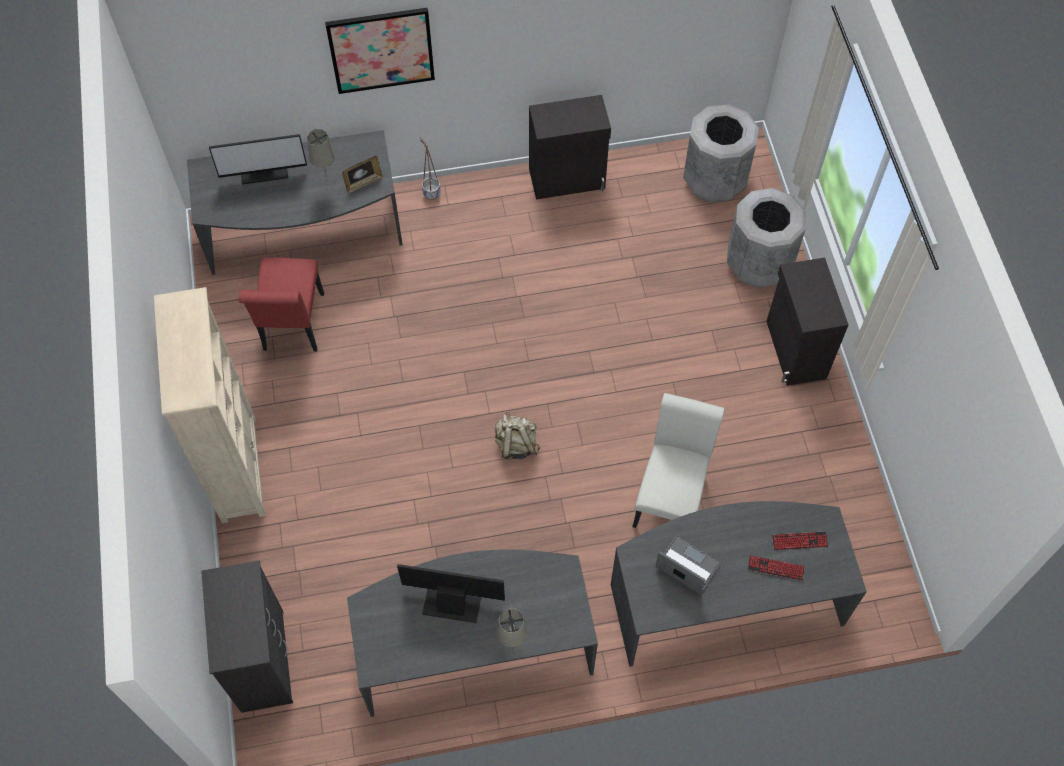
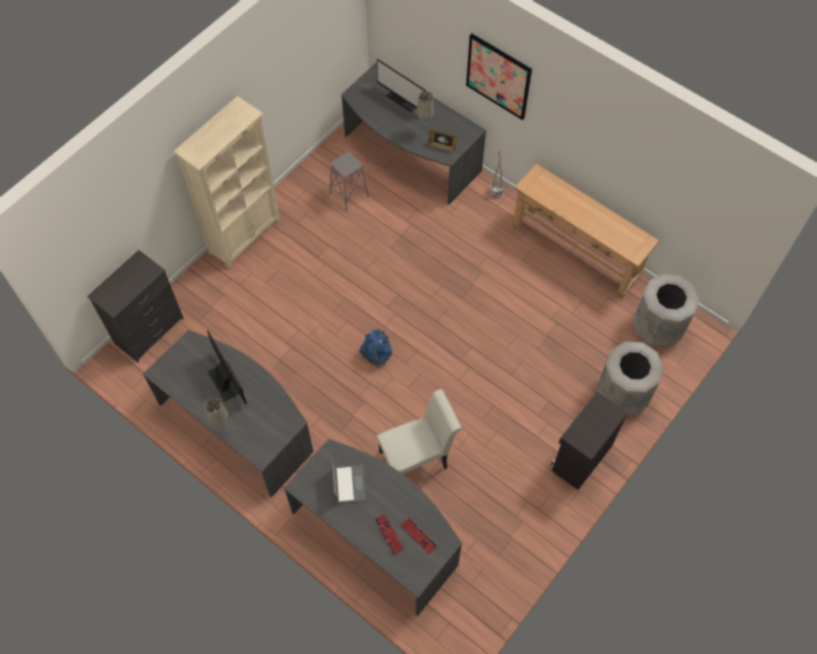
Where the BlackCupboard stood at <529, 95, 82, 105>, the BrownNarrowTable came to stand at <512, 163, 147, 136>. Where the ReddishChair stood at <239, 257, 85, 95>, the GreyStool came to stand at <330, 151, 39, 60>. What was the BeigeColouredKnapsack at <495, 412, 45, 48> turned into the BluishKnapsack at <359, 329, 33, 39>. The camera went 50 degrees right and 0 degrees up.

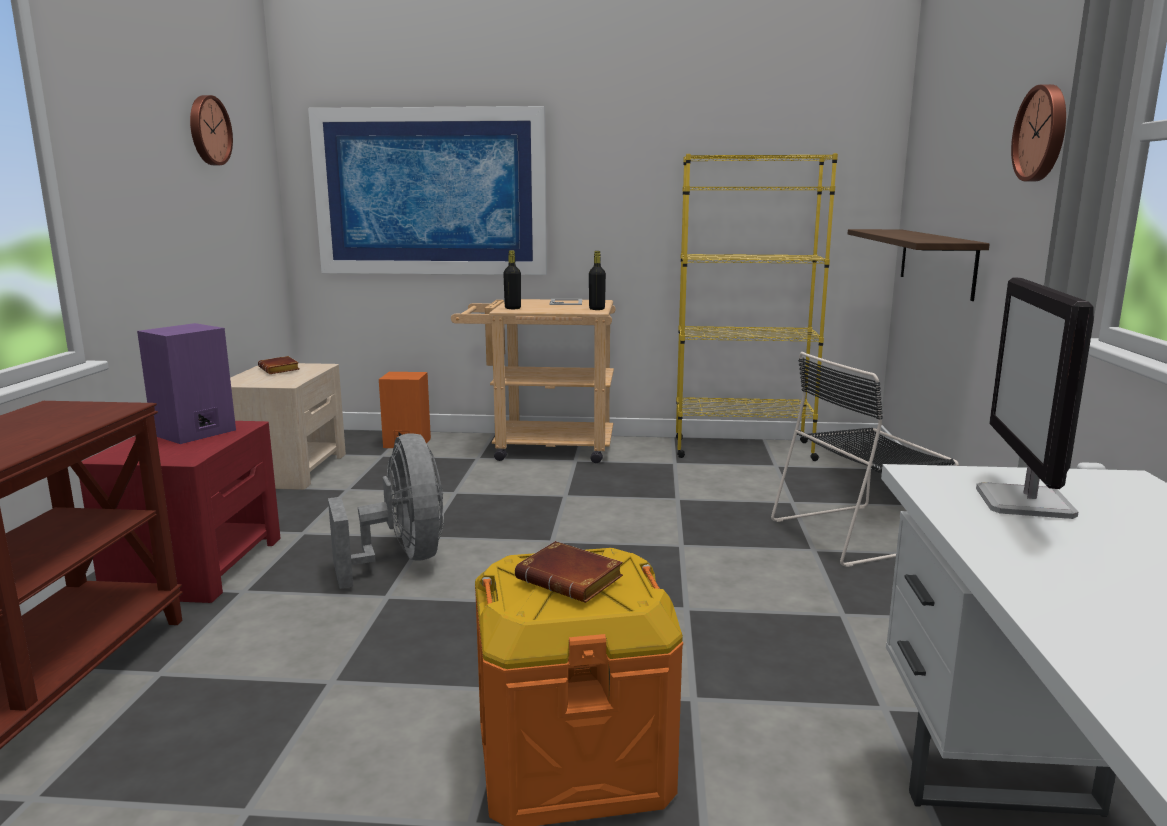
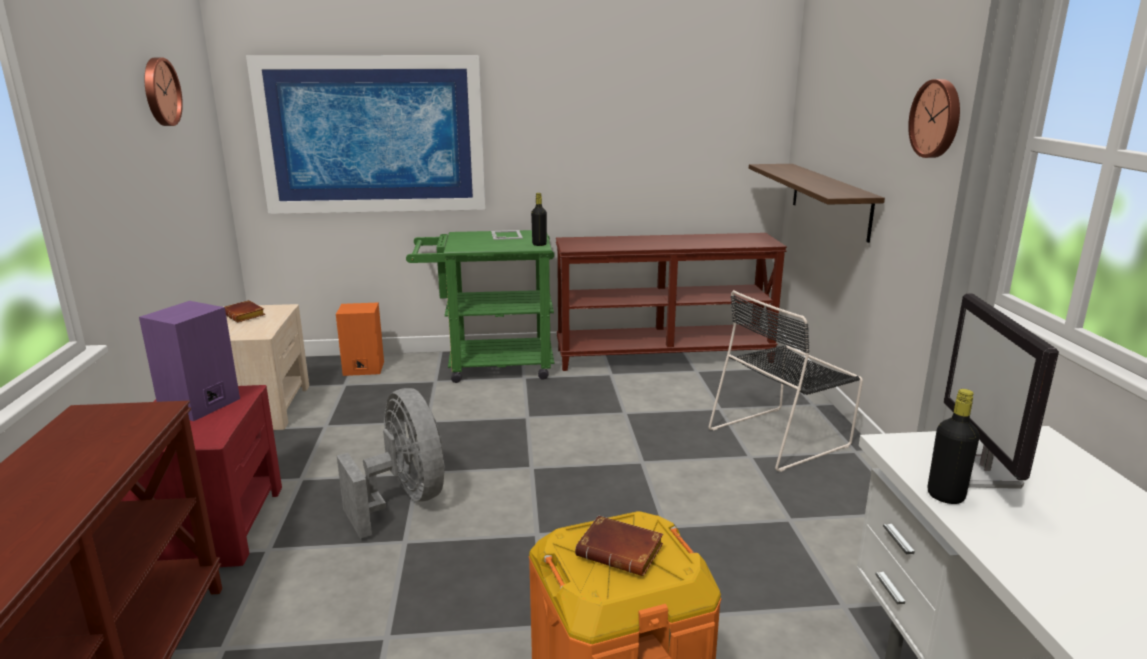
Where the YellowishShelvingUnit stood at <676, 153, 162, 308>, the BrownNarrowTable came to stand at <556, 233, 231, 138>. The BlackBeverageBottle ended up elsewhere, having gone from <503, 250, 18, 59> to <928, 389, 52, 115>. What was the BeigeColouredTrolley at <451, 299, 165, 164> turned into the GreenishTrolley at <406, 230, 148, 153>. The camera went 10 degrees left and 5 degrees up.

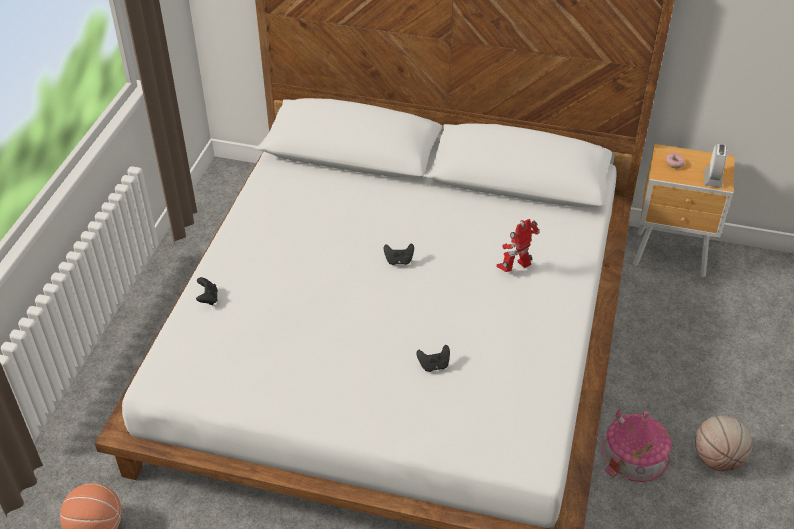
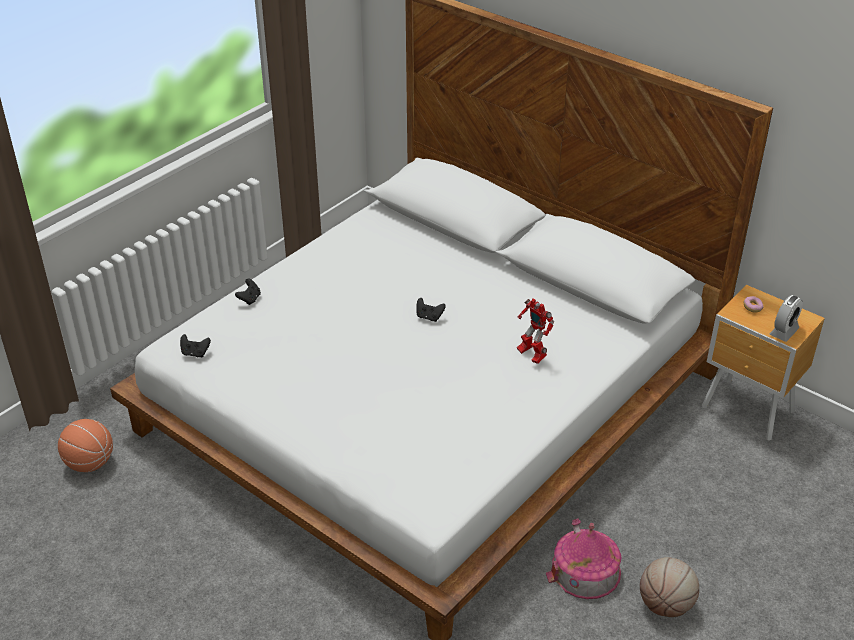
The ToyRobot at <496, 219, 44, 53> ended up facing another way, 120 degrees counterclockwise from before. The BlackGamepad ended up elsewhere, having gone from <416, 345, 34, 27> to <180, 334, 31, 24>. The camera went 25 degrees right and 5 degrees down.

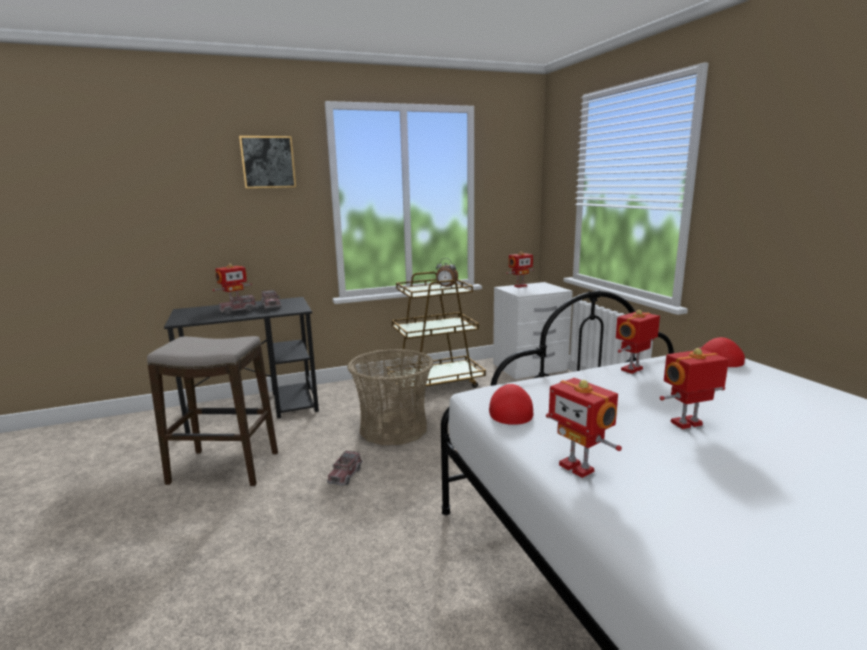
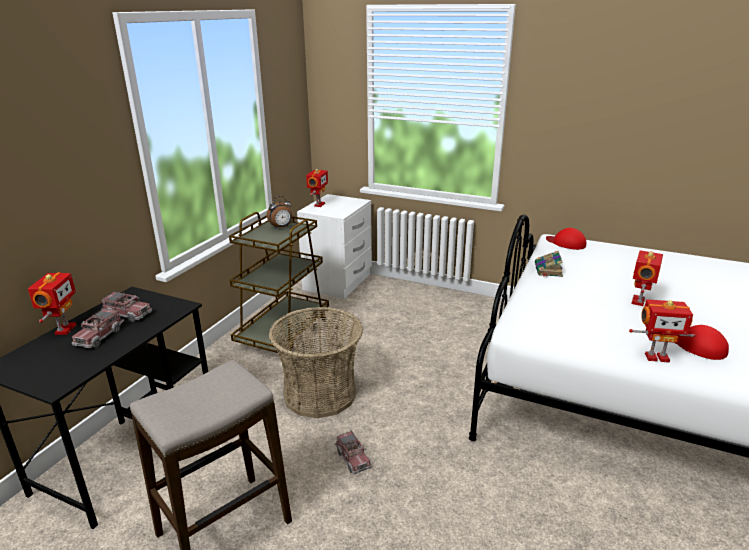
The second view lost the WallPicture at <239, 136, 57, 53>. Where the ToyRobot stood at <616, 310, 44, 64>, the BoundBook came to stand at <535, 251, 28, 26>. The ReddishPeakedCap ended up elsewhere, having gone from <489, 384, 44, 41> to <673, 325, 56, 35>. The camera went 45 degrees left and 10 degrees up.

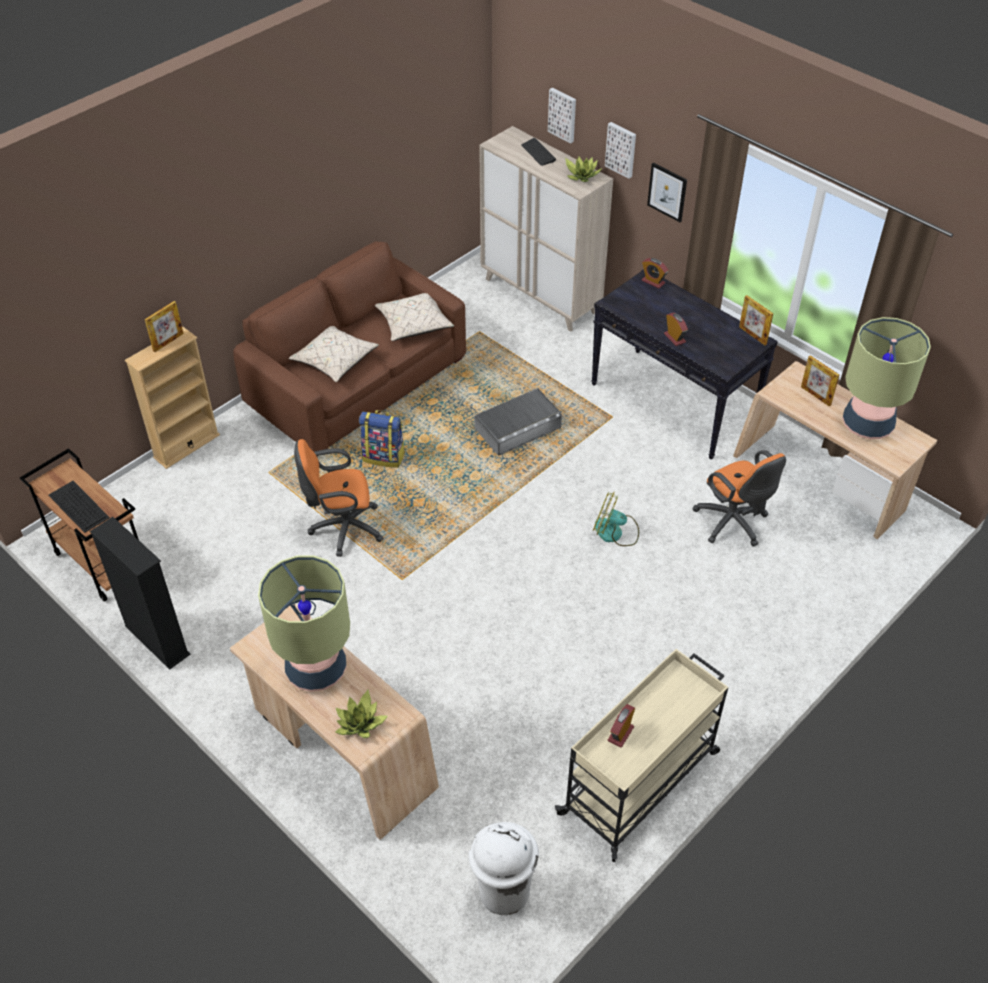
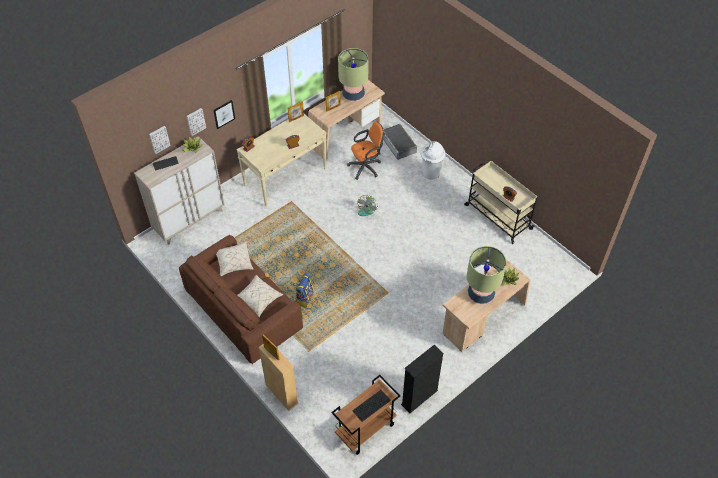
What was the BlackNarrowTable at <592, 269, 186, 191> turned into the BeigeColouredNarrowTable at <236, 114, 91, 92>. The GreyStorageContainer ended up elsewhere, having gone from <474, 388, 88, 67> to <383, 124, 34, 36>. The second view lost the OrangeOfficeChair at <294, 439, 89, 118>. The WhitishTrashCan ended up elsewhere, having gone from <469, 822, 70, 93> to <421, 141, 25, 39>. The camera went 85 degrees left and 5 degrees up.

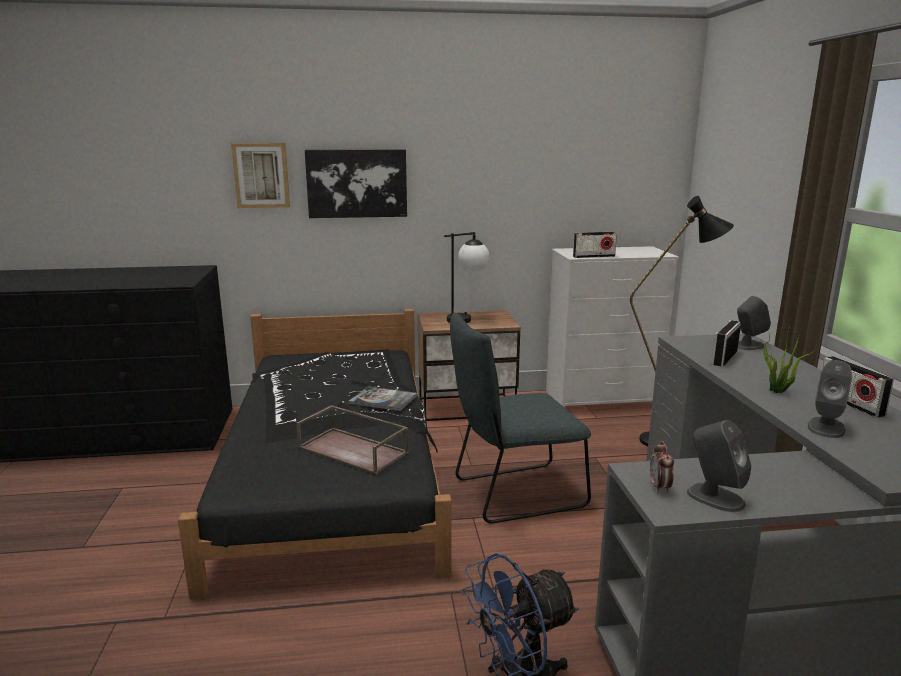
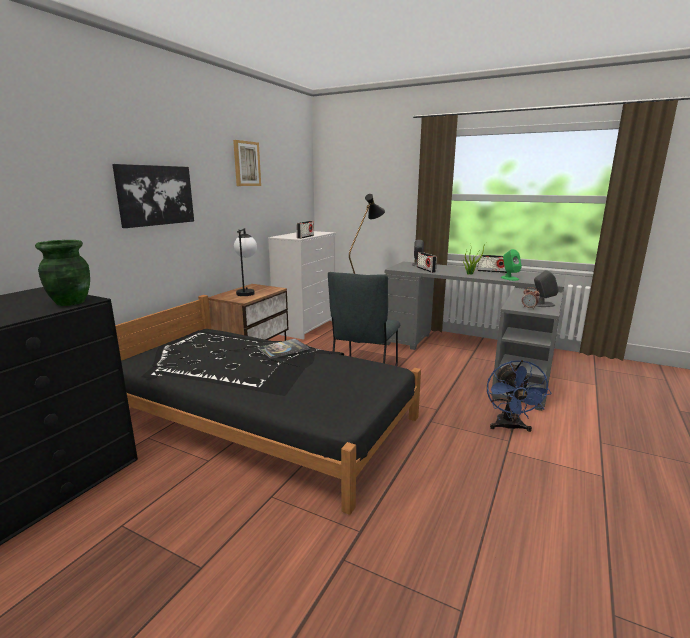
The WallPicture ended up elsewhere, having gone from <231, 143, 59, 65> to <233, 140, 28, 46>. What was the GreyAudioSpeaker at <808, 360, 44, 78> turned into the GreenishAudioSpeaker at <500, 249, 22, 32>. The second view lost the BrownServingTray at <296, 405, 113, 70>. The second view gained the GreenishFlowerVase at <35, 240, 55, 66>. The camera went 55 degrees left and 0 degrees up.

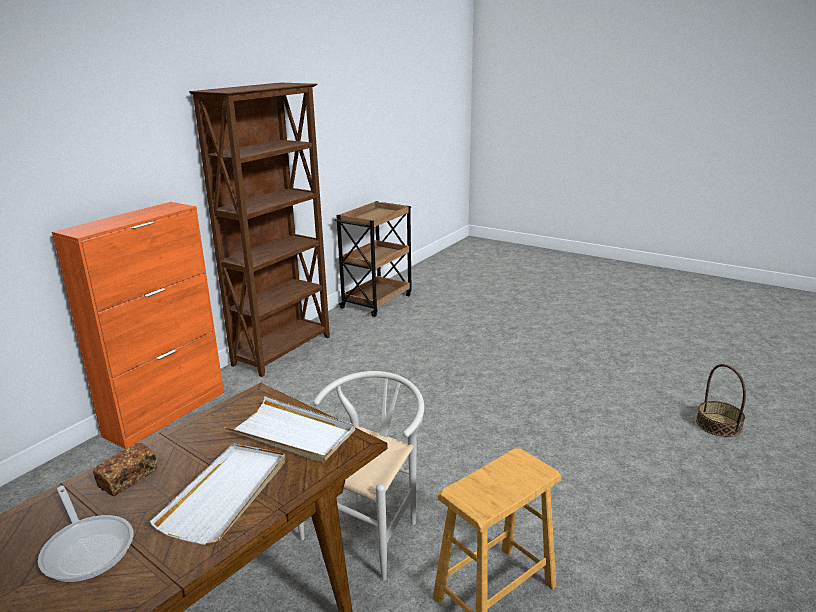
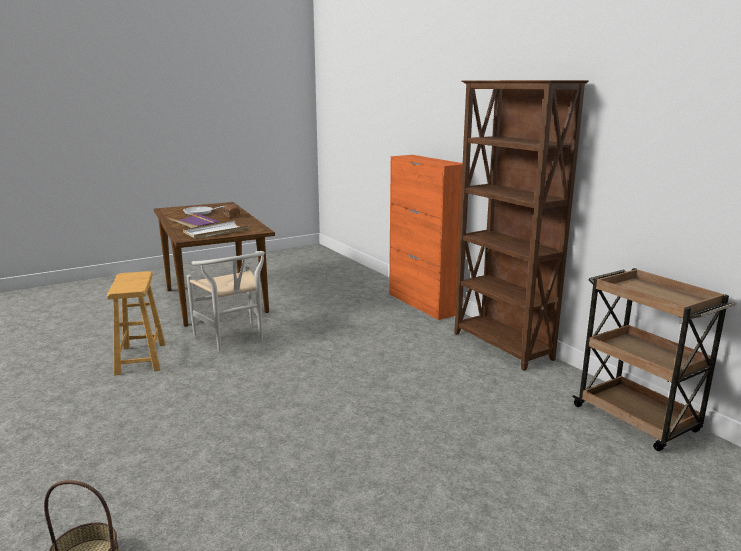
What was the WhitishServingTray at <150, 443, 136, 102> turned into the PurpleServingTray at <167, 212, 54, 16>. The camera went 115 degrees right and 5 degrees down.

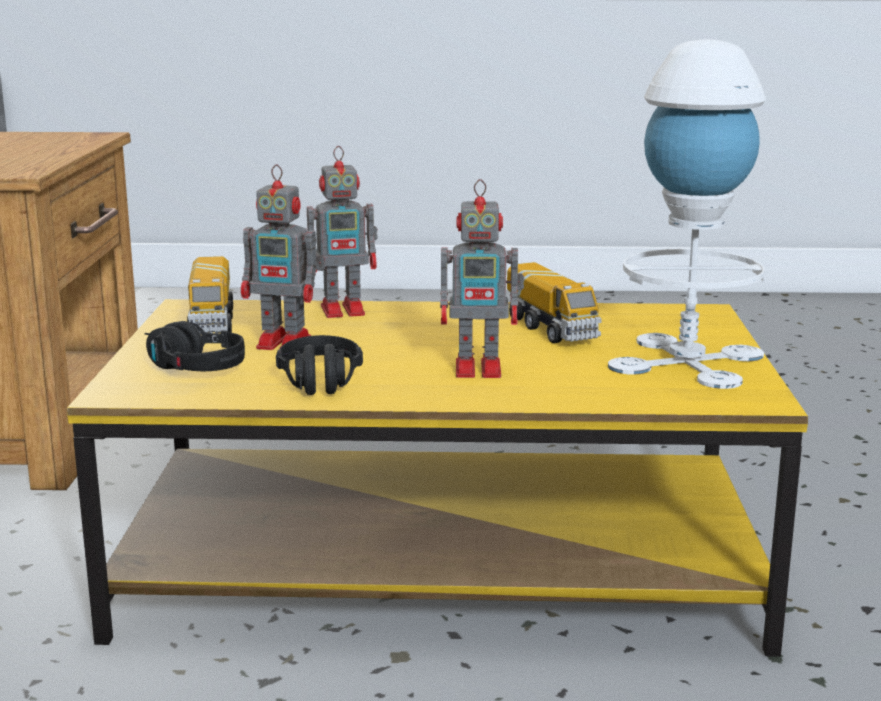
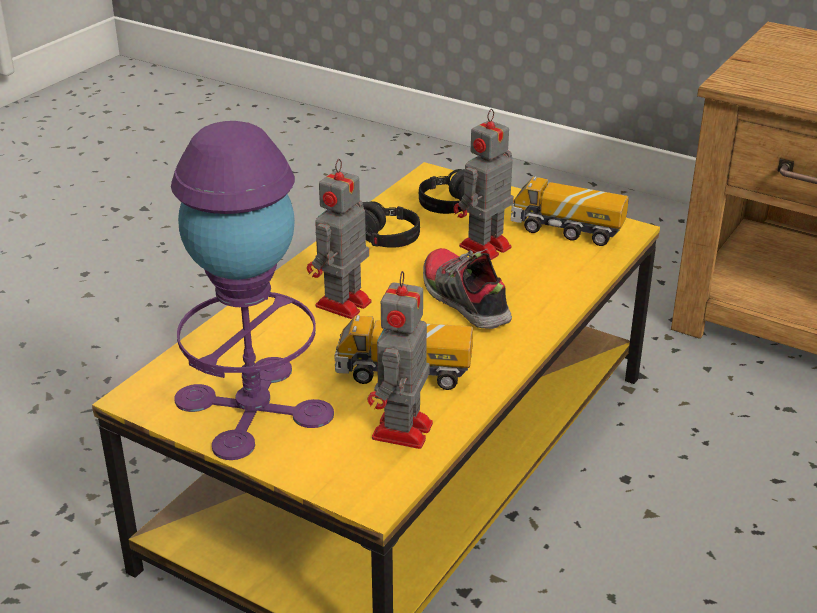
What was the WhitishLampForATable at <608, 39, 158, 350> turned into the PurpleLampForATable at <171, 121, 163, 339>. The ToyRobot ended up elsewhere, having gone from <307, 146, 71, 172> to <367, 271, 66, 178>. The second view gained the LowShoe at <423, 248, 89, 81>. The camera went 120 degrees right and 15 degrees up.

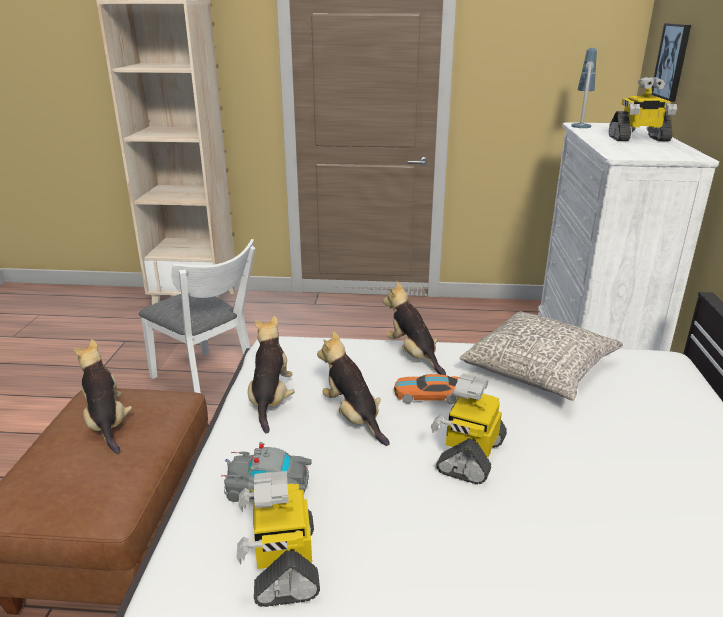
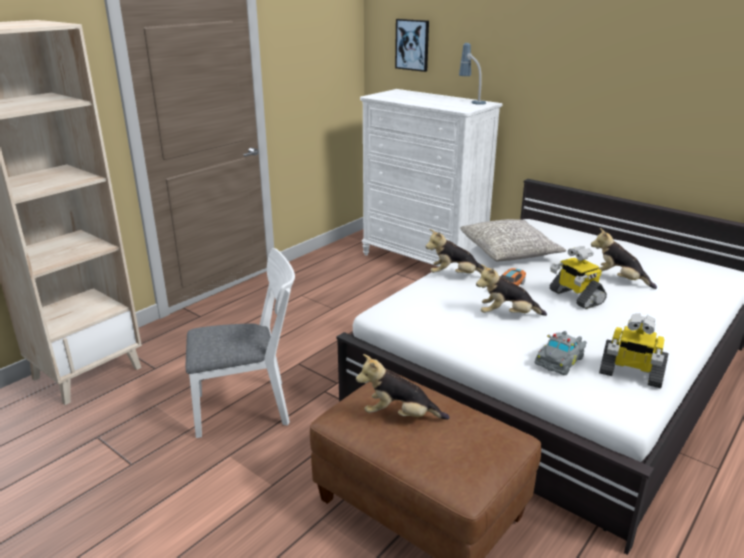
The LampForATable ended up elsewhere, having gone from <571, 48, 26, 80> to <459, 43, 27, 62>. The second view lost the ToyRobot at <609, 77, 68, 64>. The PlushToy ended up elsewhere, having gone from <248, 315, 47, 119> to <591, 228, 66, 61>. The camera went 55 degrees left and 0 degrees up.

